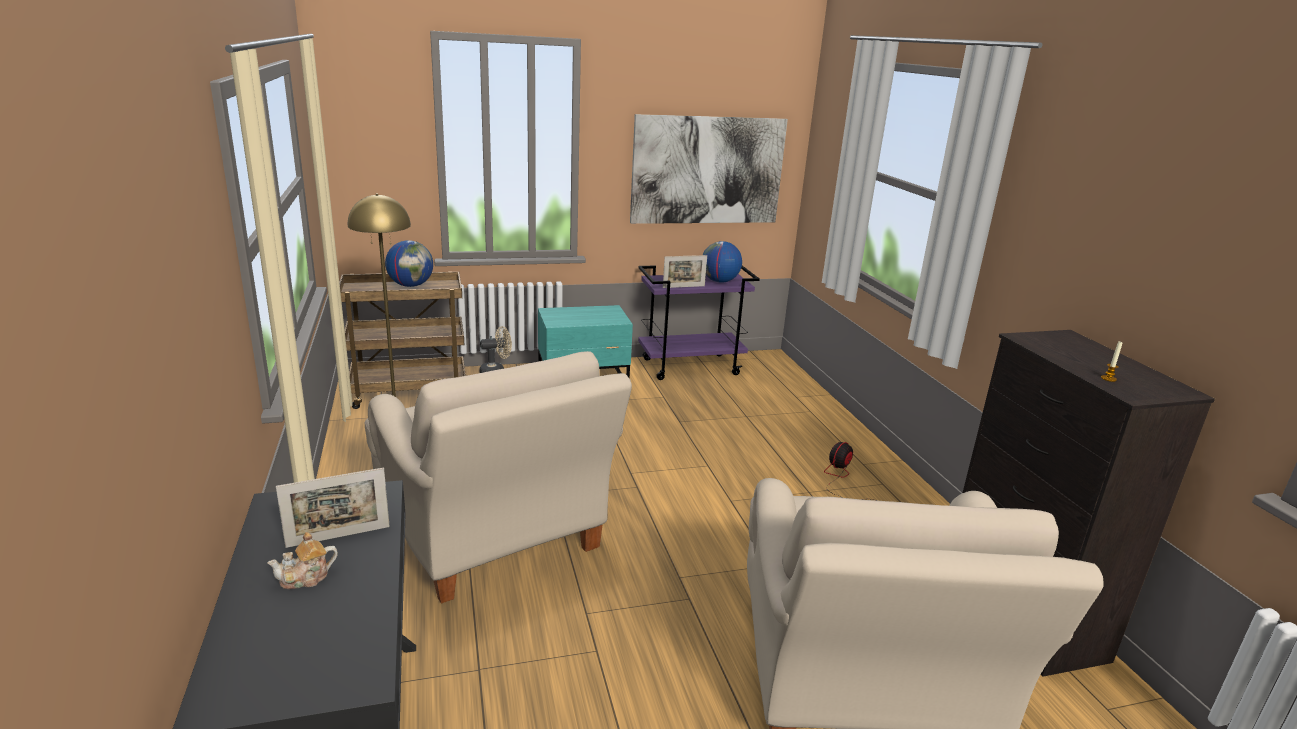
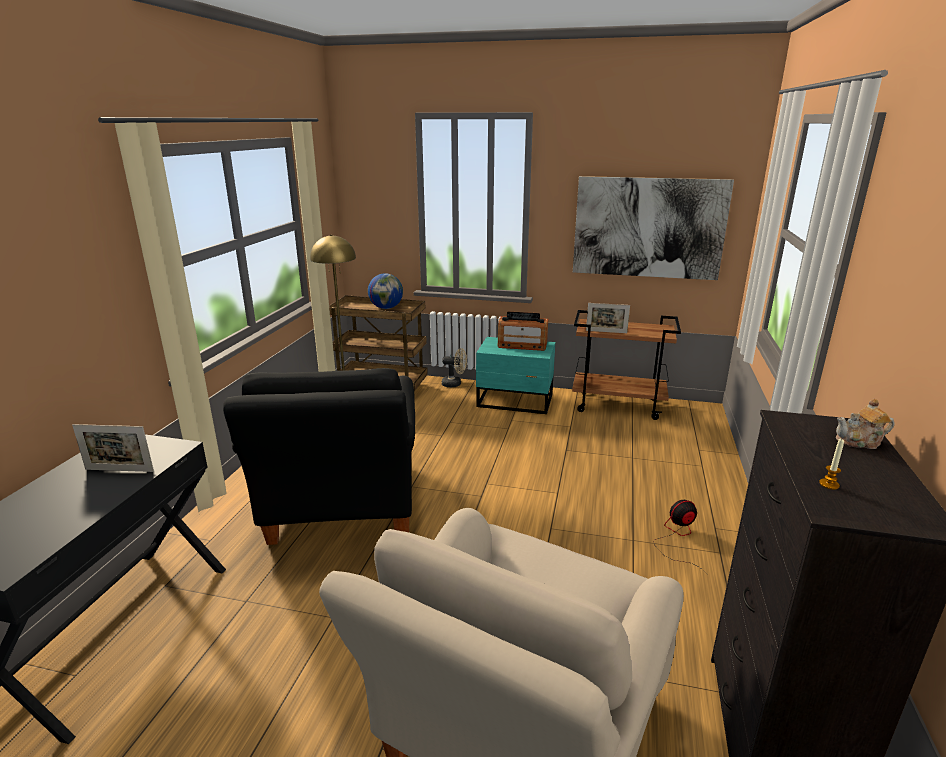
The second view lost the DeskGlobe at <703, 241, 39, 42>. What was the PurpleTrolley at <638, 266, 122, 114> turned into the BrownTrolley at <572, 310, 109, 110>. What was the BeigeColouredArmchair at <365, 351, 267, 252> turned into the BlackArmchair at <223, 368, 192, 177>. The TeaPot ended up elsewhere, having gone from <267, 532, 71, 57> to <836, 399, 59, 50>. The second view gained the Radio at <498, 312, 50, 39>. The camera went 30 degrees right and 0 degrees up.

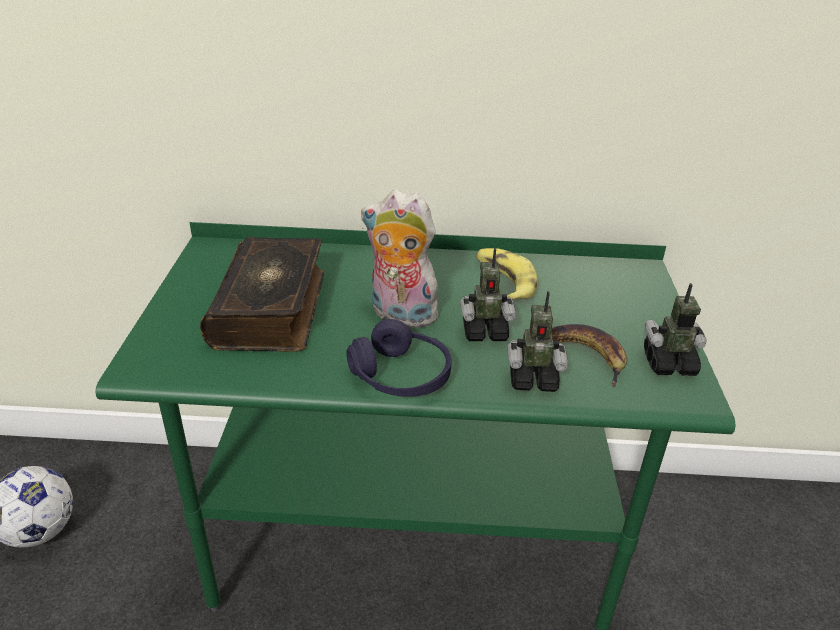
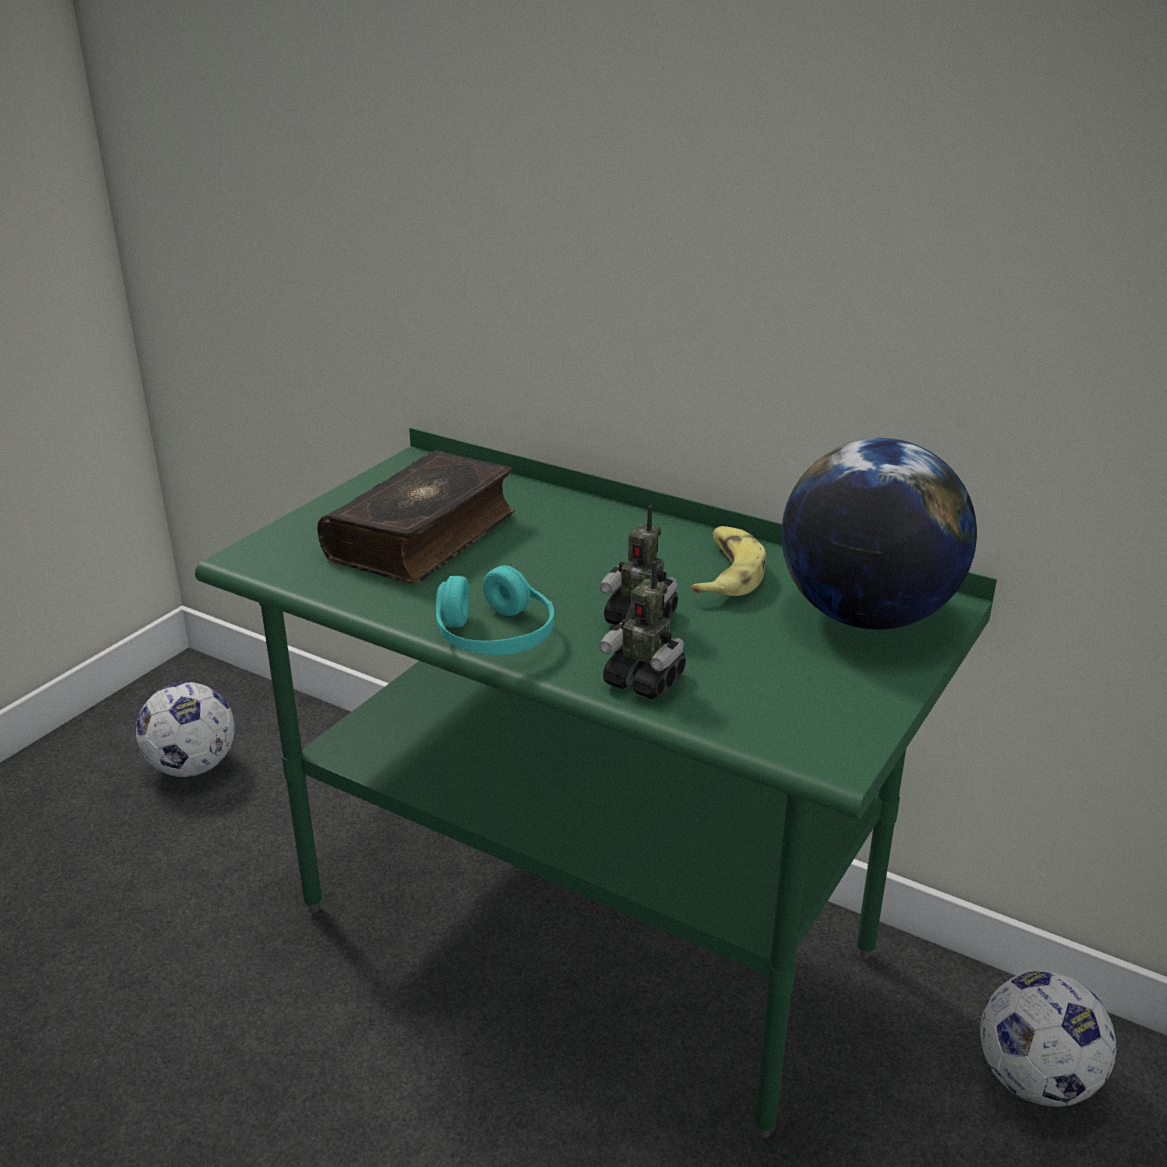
The second view lost the PlushToy at <361, 189, 85, 139>. The second view lost the ToyRobot at <644, 283, 63, 93>. What was the PurpleHeadset at <346, 319, 106, 78> turned into the BlueGreenHeadset at <436, 565, 118, 90>. The second view lost the WholeBanana at <551, 324, 76, 63>. The second view gained the DeskGlobe at <781, 438, 196, 192>. The second view gained the FootballBall at <980, 971, 137, 136>. The camera went 30 degrees right and 5 degrees down.

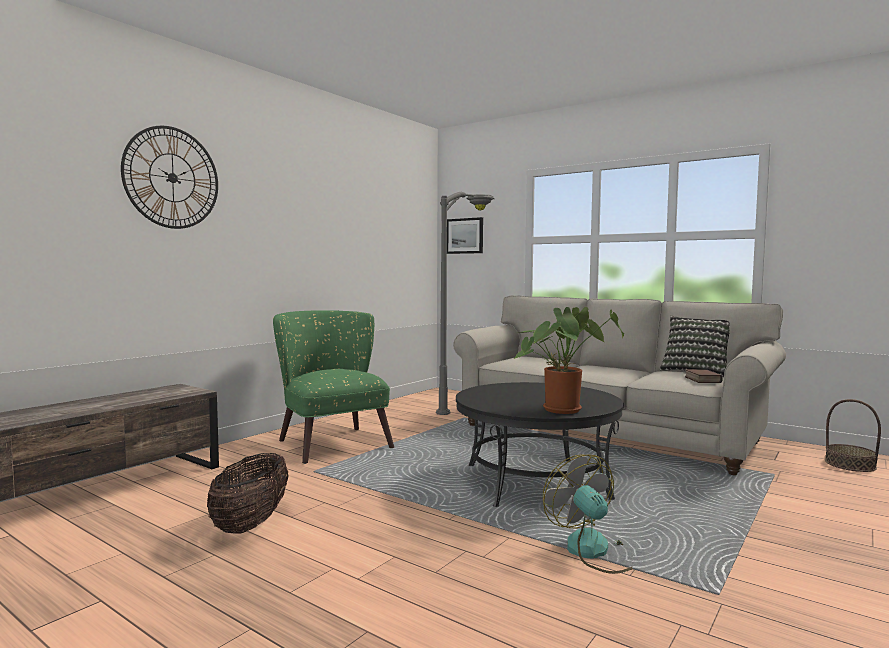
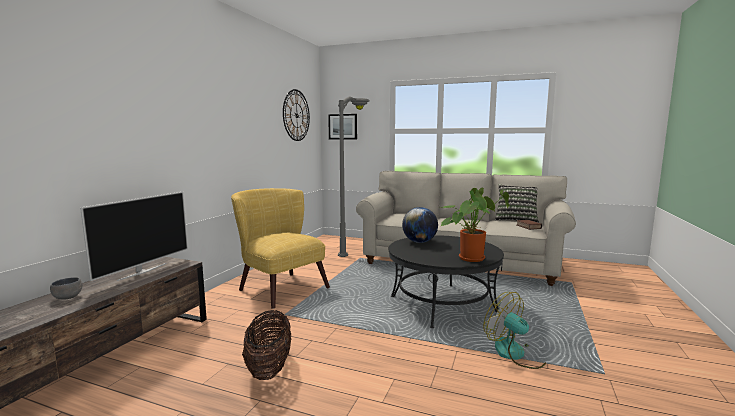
The ClockOnTheWall ended up elsewhere, having gone from <121, 126, 97, 103> to <283, 89, 27, 52>. What was the GreenishArmchair at <273, 310, 121, 154> turned into the YellowishArmchair at <231, 188, 99, 121>. The second view lost the StorageBasket at <825, 399, 56, 73>. The second view gained the Tv at <80, 192, 108, 89>. The second view gained the DeskGlobe at <402, 207, 36, 36>. The second view gained the GreyBowl at <50, 277, 32, 23>. The camera went 15 degrees left and 5 degrees up.

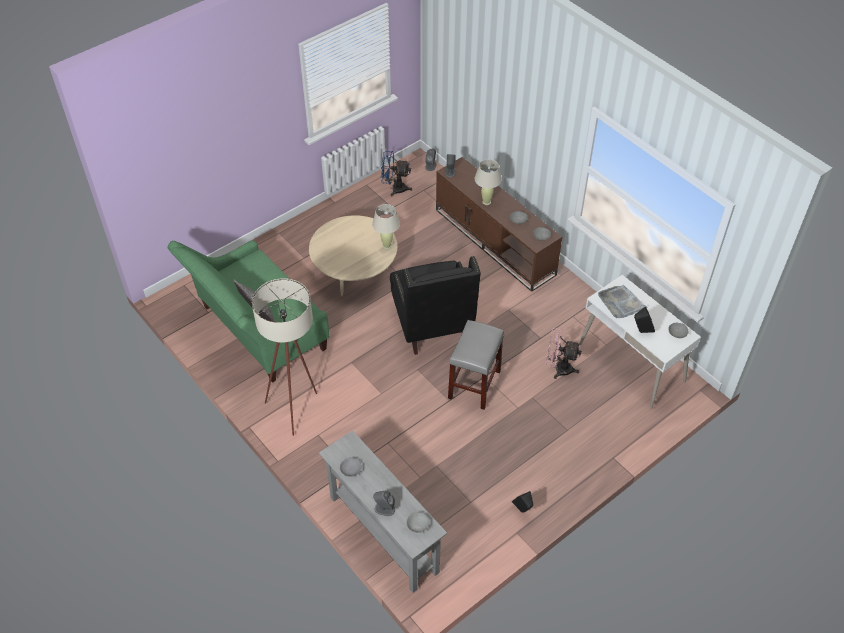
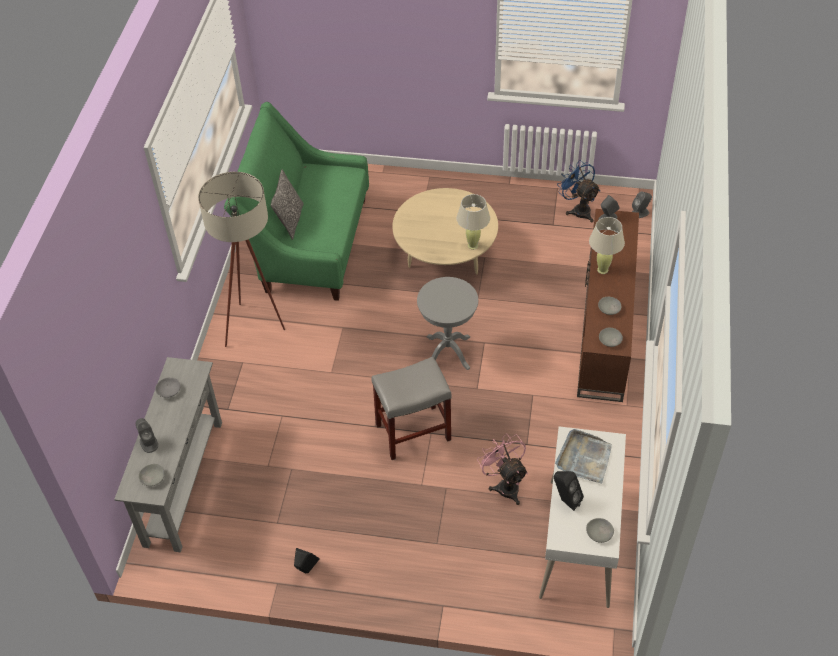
Where the BlackArmchair stood at <390, 256, 91, 99>, the GreyEndTable came to stand at <417, 277, 61, 93>. The camera went 50 degrees right and 0 degrees up.

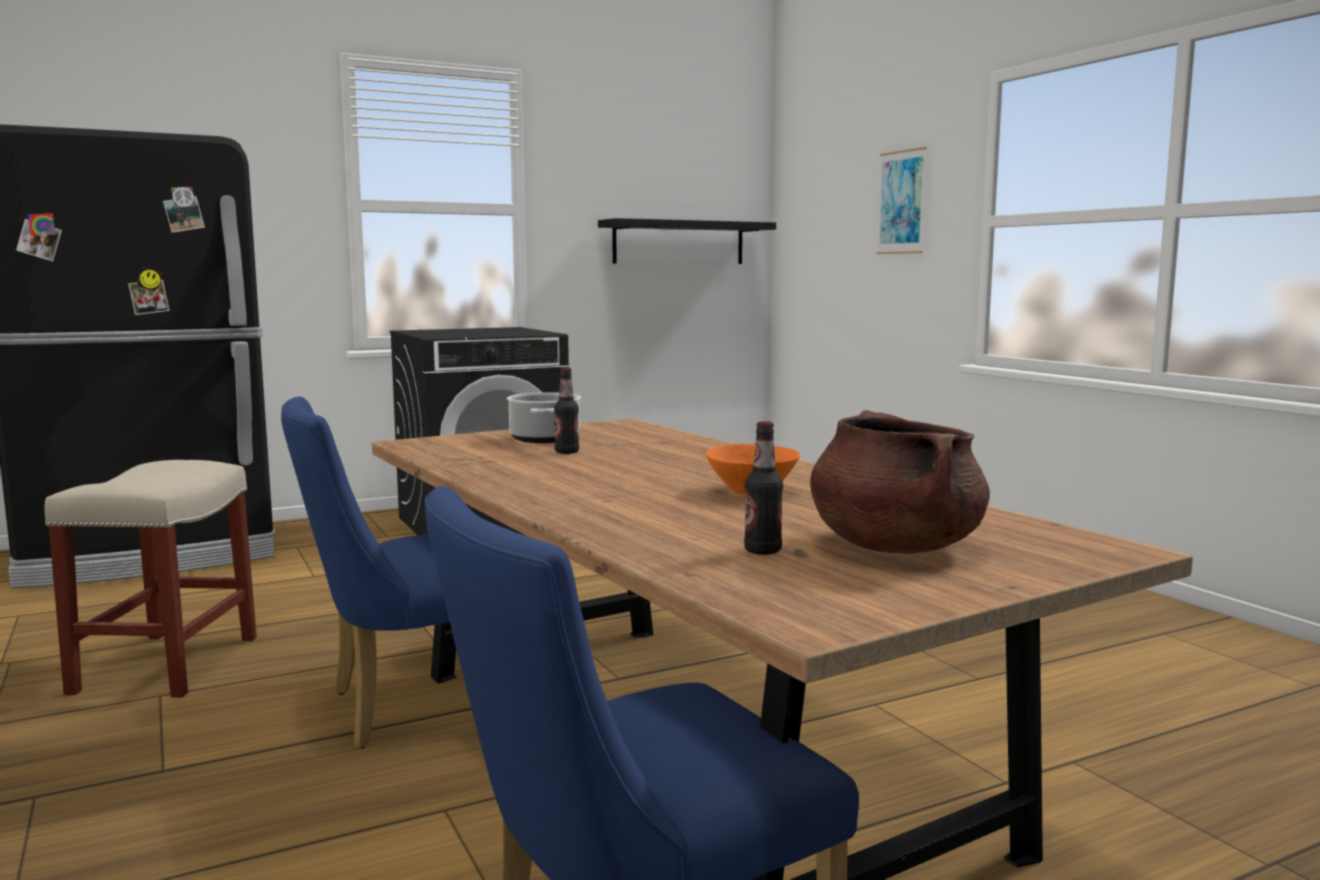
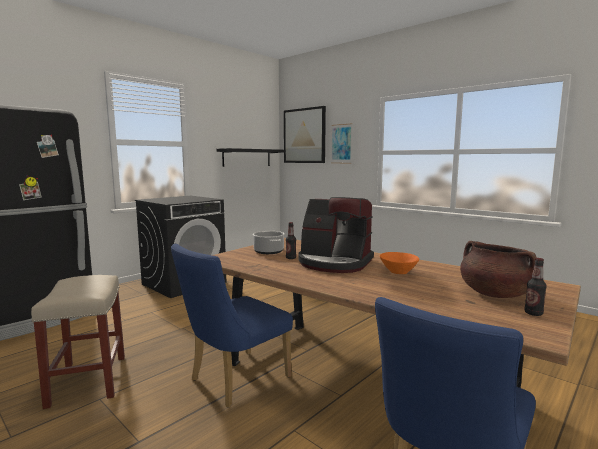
The BeverageBottle ended up elsewhere, having gone from <744, 421, 39, 134> to <524, 258, 23, 58>. The second view gained the WallPicture at <284, 106, 42, 57>. The second view gained the CoffeeBrewer at <298, 197, 76, 76>. The camera went 20 degrees left and 0 degrees up.

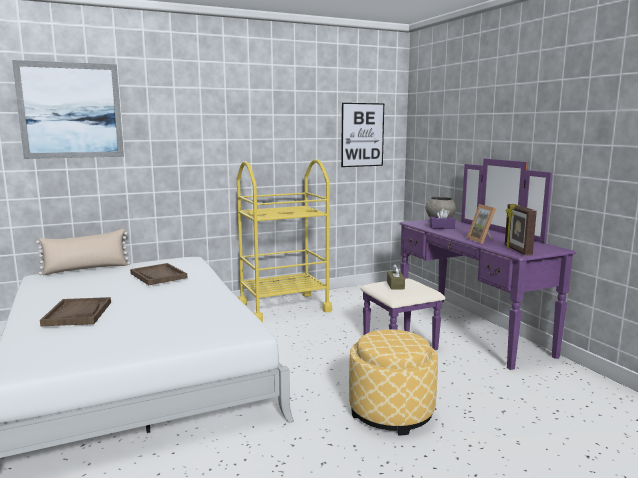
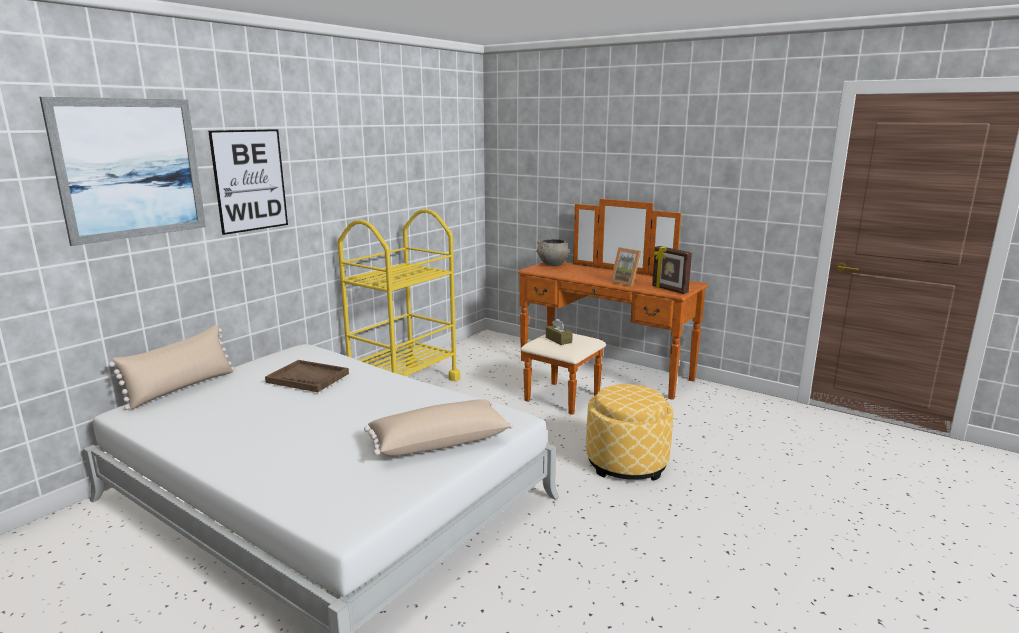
The WallPicture ended up elsewhere, having gone from <341, 103, 43, 64> to <208, 129, 80, 106>. What was the PurpleChestOfDrawers at <361, 158, 215, 212> turned into the BrownChestOfDrawers at <518, 199, 190, 216>. The second view lost the PurpleTissueBox at <430, 208, 25, 21>. The second view lost the BrownServingTray at <40, 297, 71, 29>. The second view gained the BeigeColouredThrowPillow at <364, 399, 149, 57>. The camera went 30 degrees left and 5 degrees up.

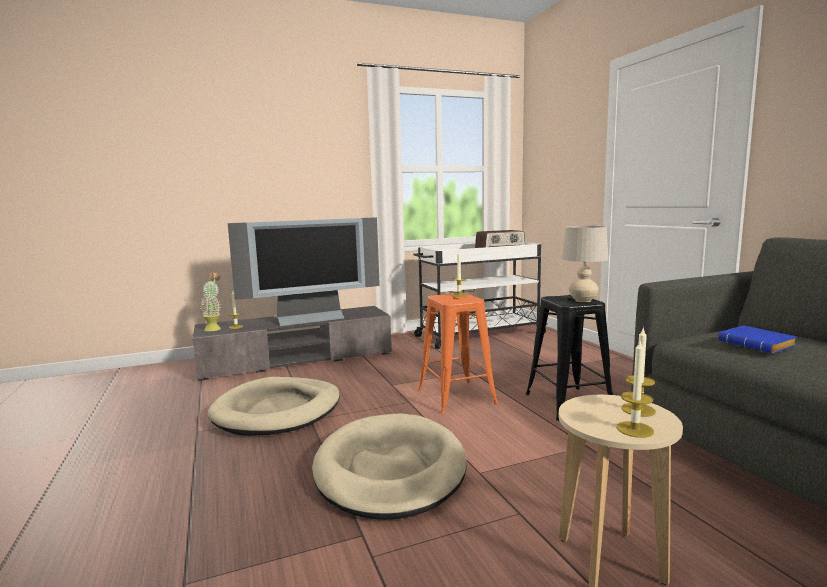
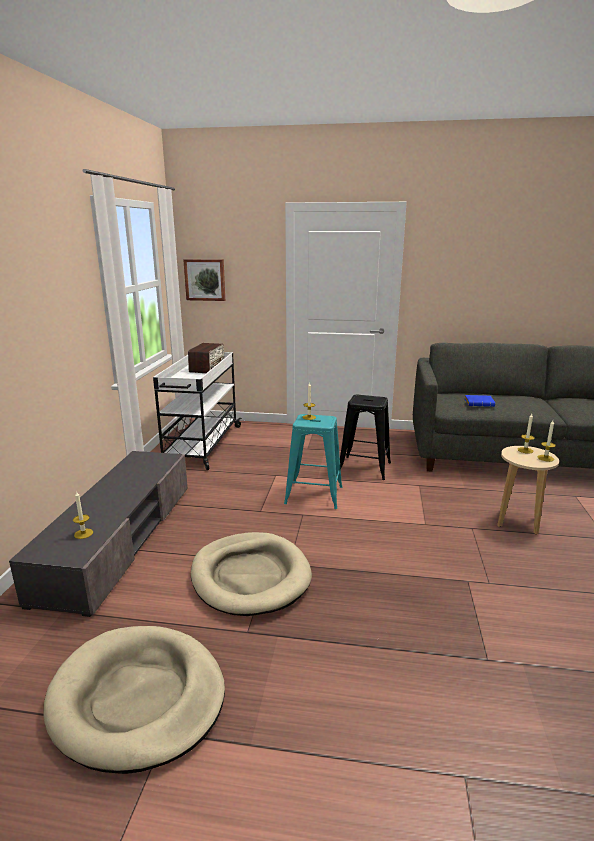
The second view lost the Tv at <228, 217, 152, 109>. The second view lost the BeigeColouredLampForATable at <562, 226, 47, 76>. The second view lost the Houseplant at <200, 272, 21, 59>. What was the OrangeStool at <418, 293, 80, 120> turned into the BlueGreenStool at <284, 414, 58, 95>. The BeigeColouredDogBed ended up elsewhere, having gone from <312, 413, 155, 107> to <43, 626, 182, 148>. The second view gained the WallPicture at <183, 259, 42, 42>. The camera went 60 degrees left and 10 degrees up.

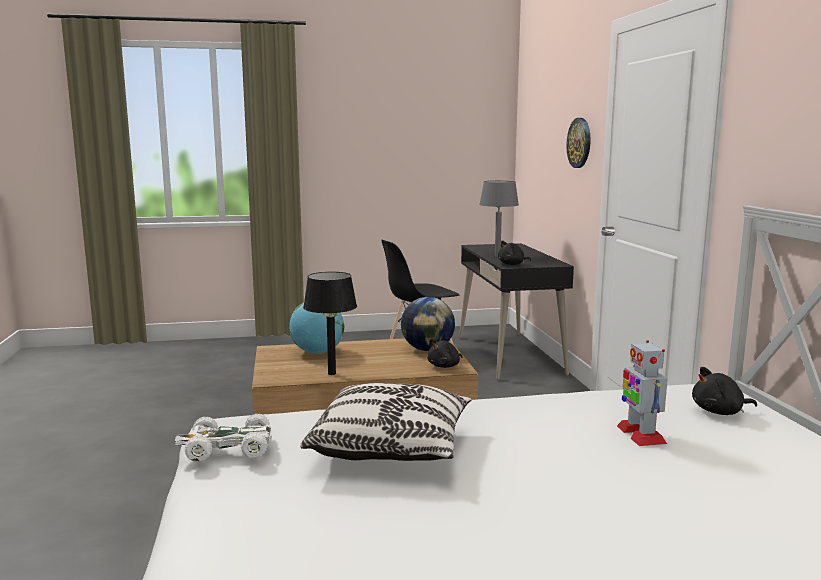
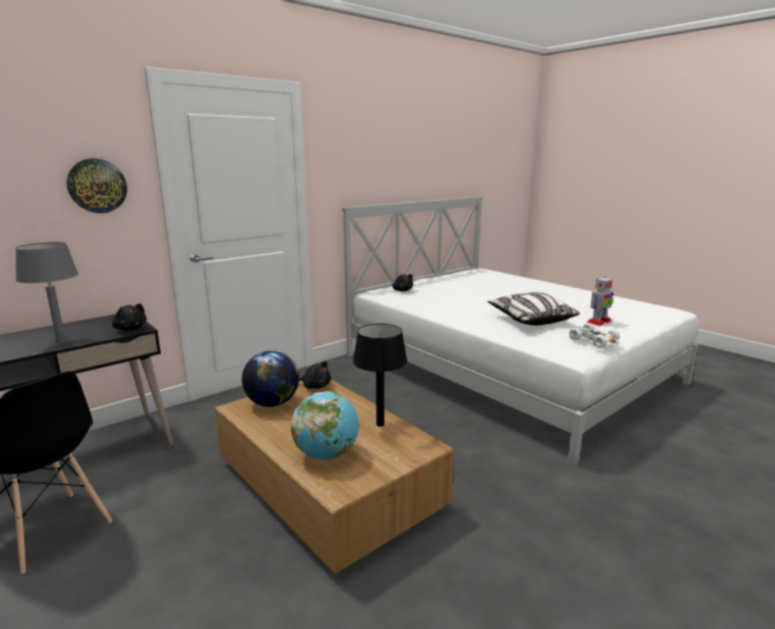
The ToyRobot ended up elsewhere, having gone from <617, 340, 51, 106> to <587, 278, 26, 48>. The camera went 120 degrees left and 5 degrees up.

